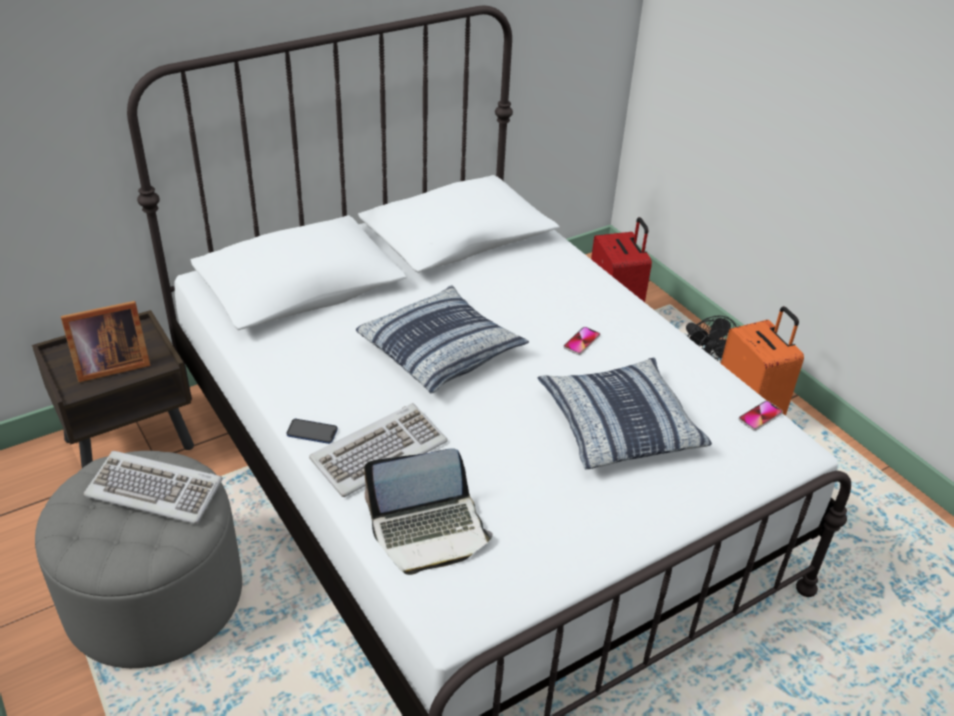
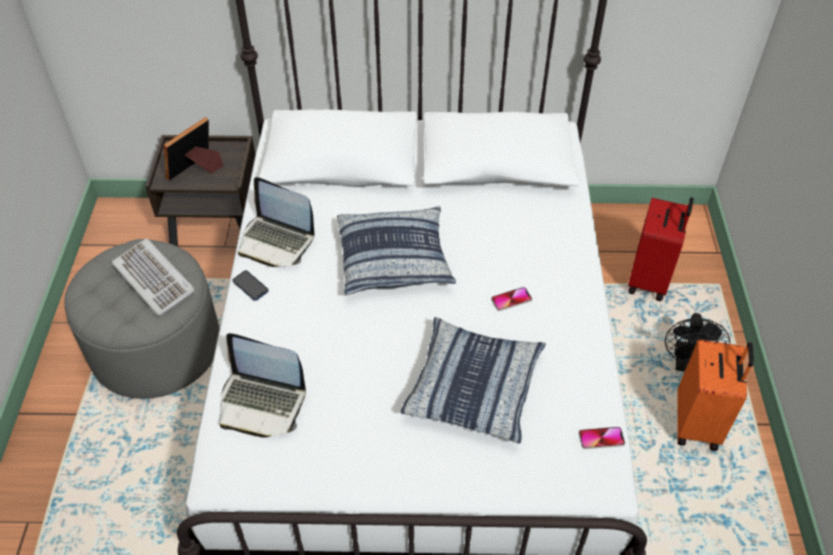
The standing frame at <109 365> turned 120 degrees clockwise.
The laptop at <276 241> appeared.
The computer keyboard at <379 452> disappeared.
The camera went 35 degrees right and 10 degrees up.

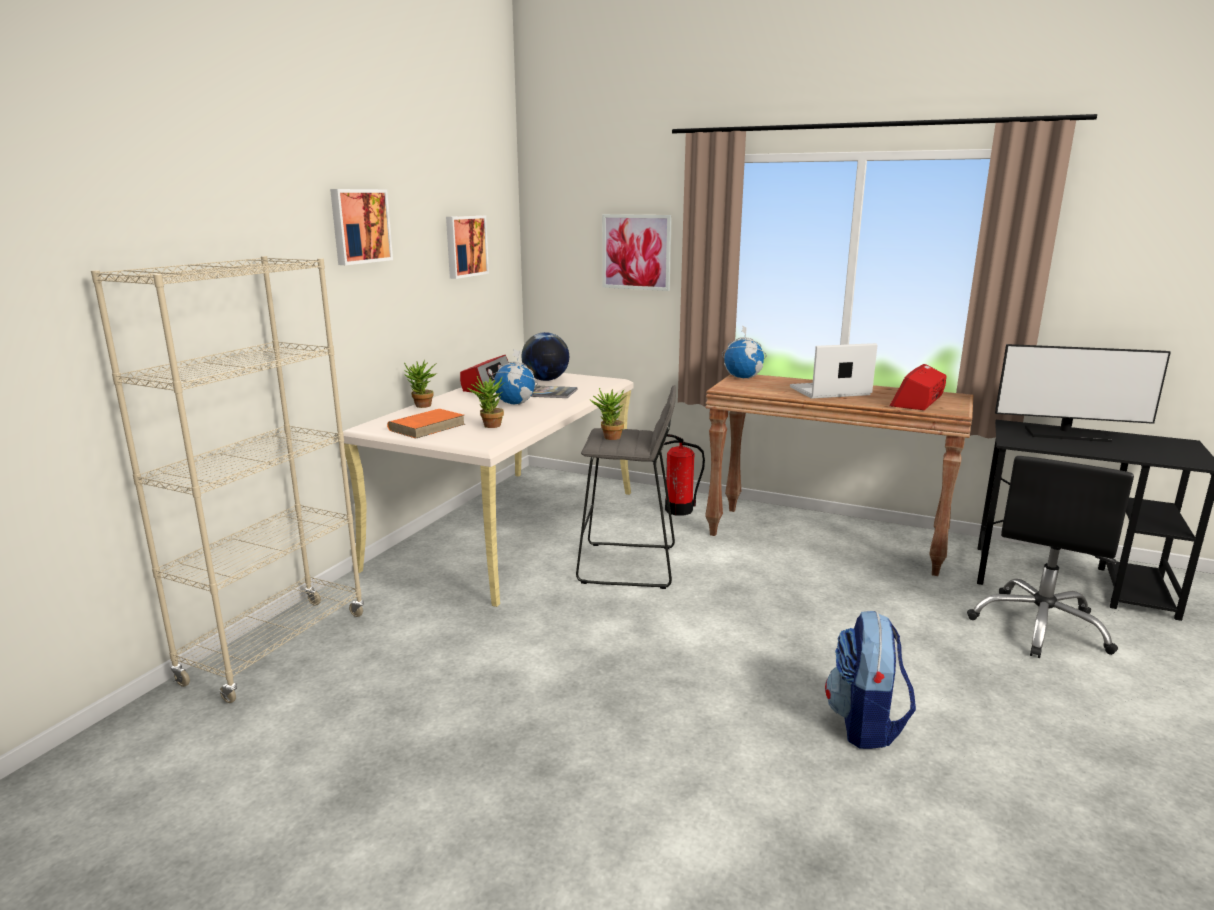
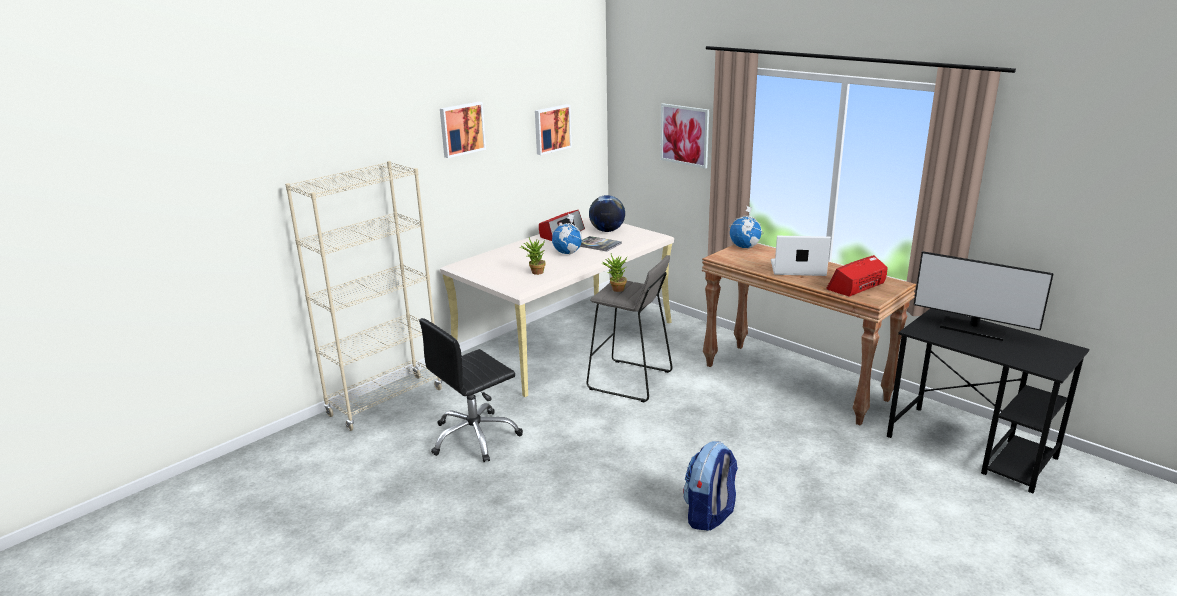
The black-coloured office chair moved from <1040 626> to <474 437>.
The orange bound book at <427 427> disappeared.
The houseplant at <422 406> disappeared.
The fire-fighting cylinder at <679 510> disappeared.
The camera went 20 degrees right and 5 degrees up.

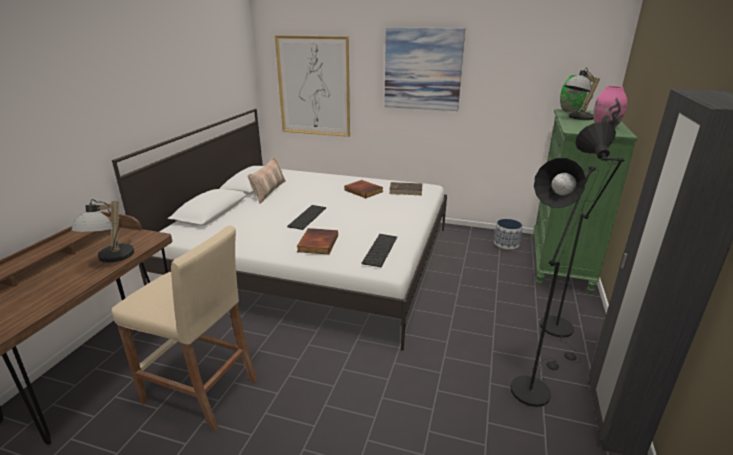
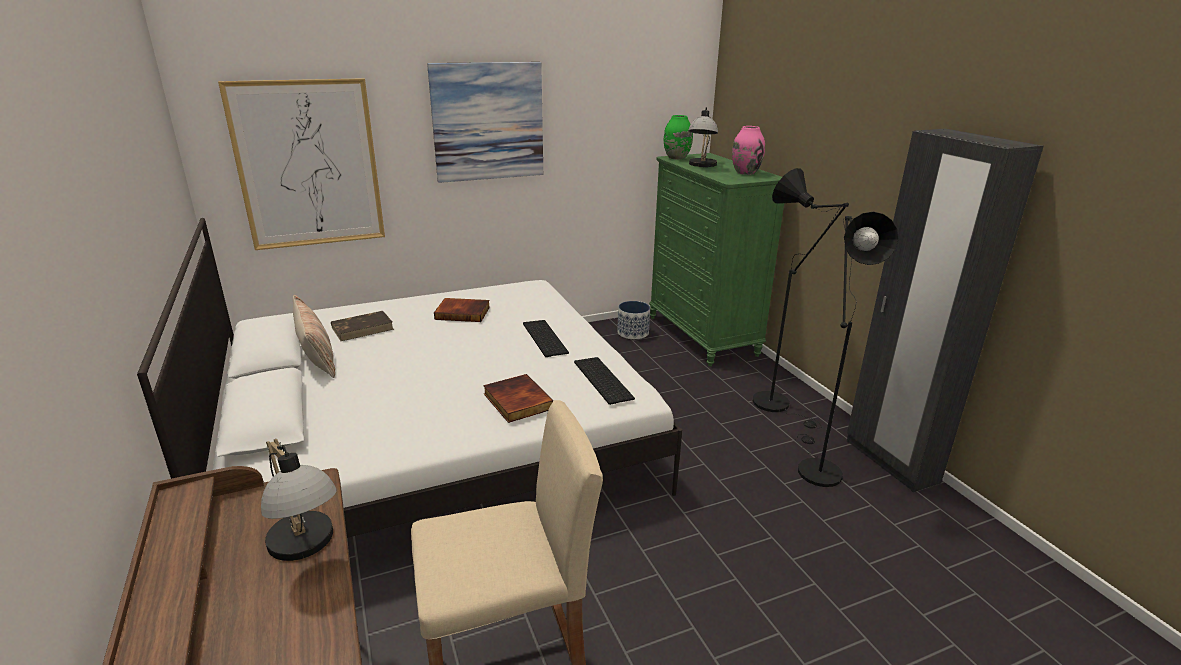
The brown-coloured bound book moved from <406 190> to <363 328>.
The computer keyboard moved from <307 216> to <543 338>.
The camera went 40 degrees left and 0 degrees up.

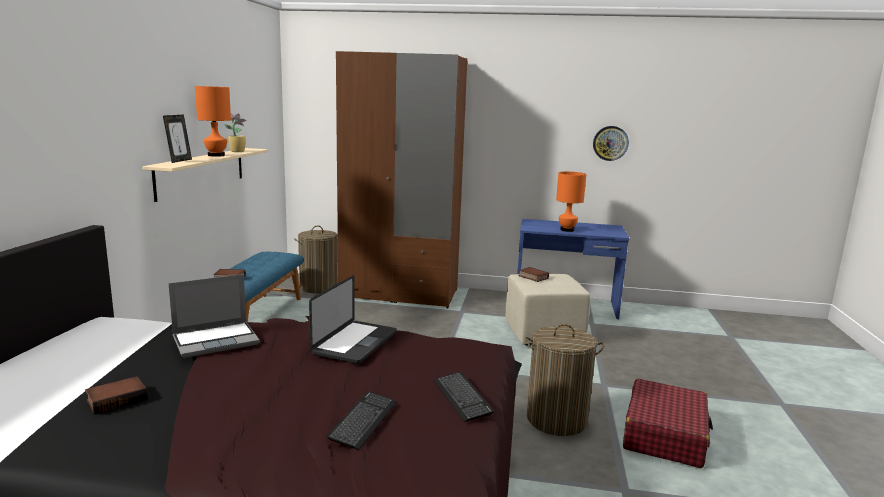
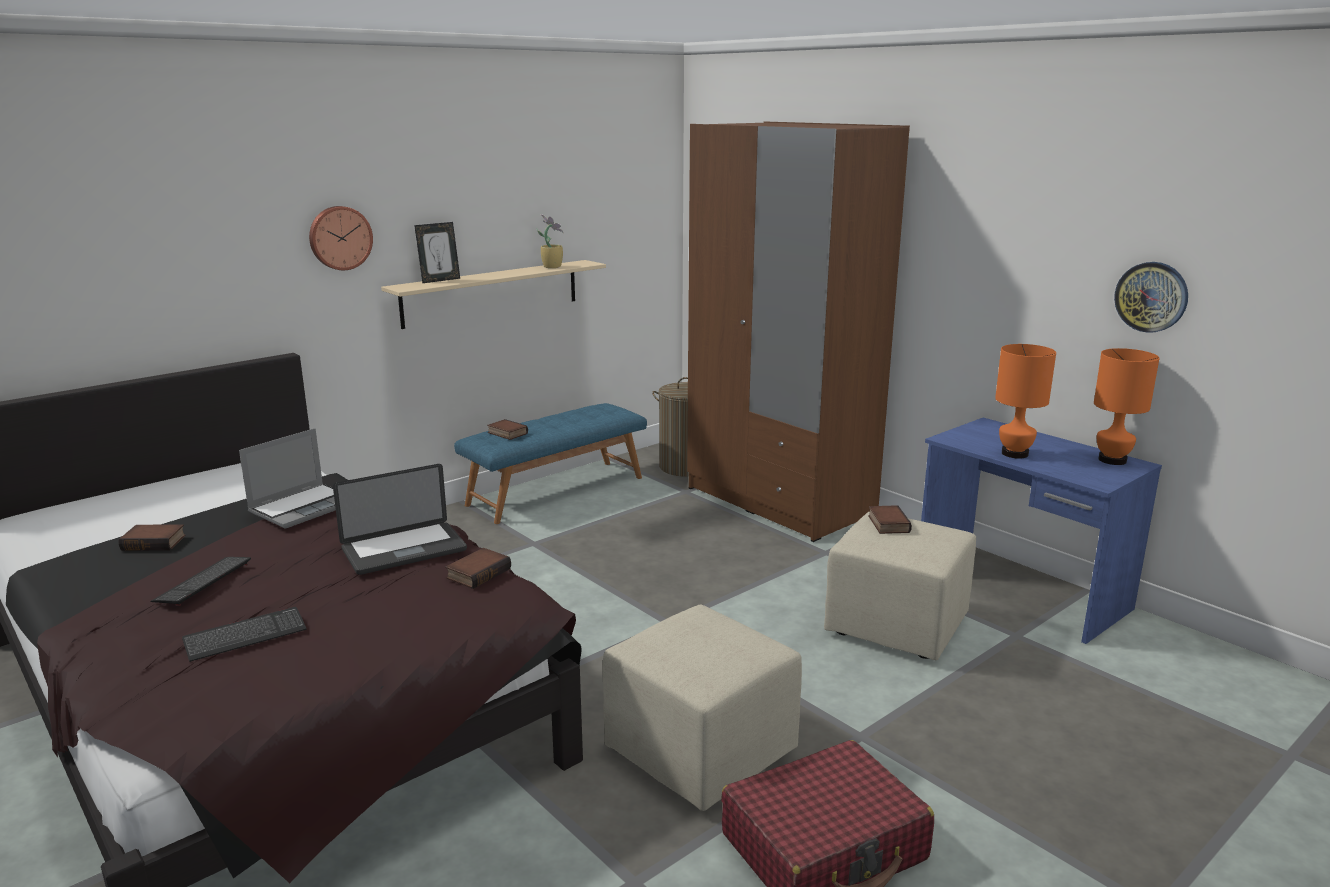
The computer keyboard moved from <462 397> to <203 582>.
The laptop at <216 340> turned 60 degrees counterclockwise.
The clock on the wall at <340 237> appeared.
The bound book at <478 573> appeared.
The hamper at <557 419> was replaced by the beige pouffe at <703 753>.
The orange table lamp moved from <216 155> to <1112 460>.
The camera went 40 degrees right and 5 degrees up.

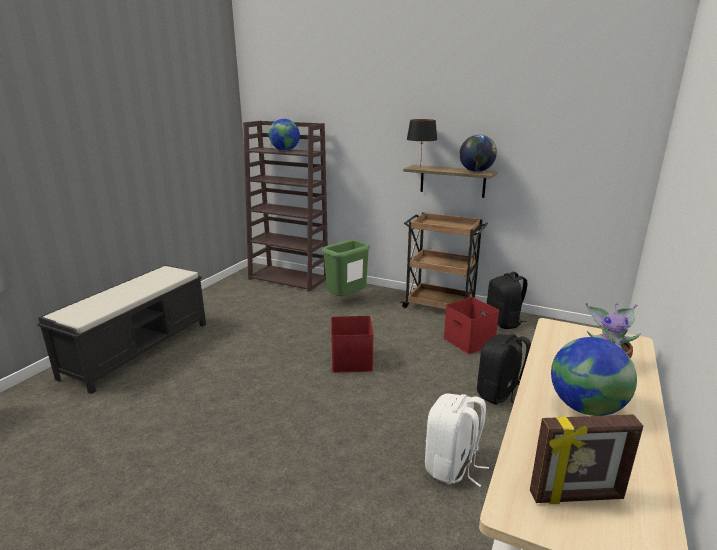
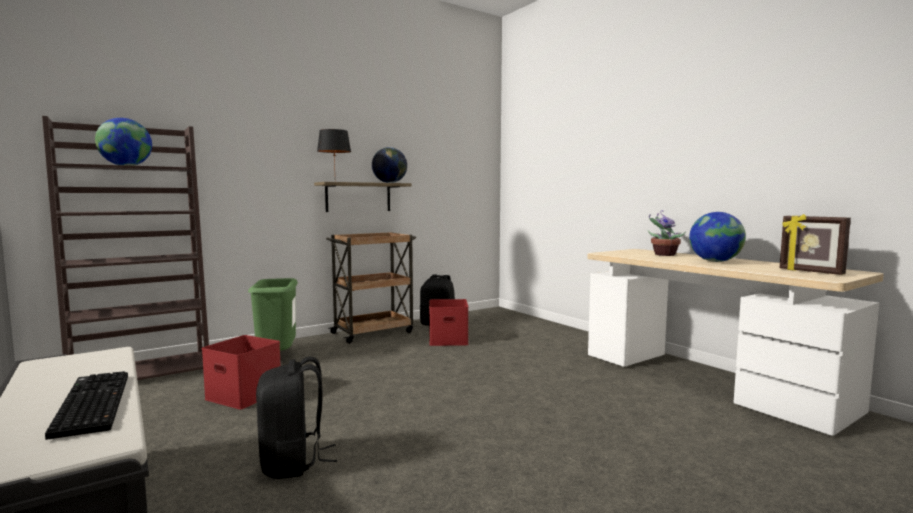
The computer keyboard at <90 404> appeared.
The red-coloured storage bin moved from <350 360> to <242 395>.
The black-coloured backpack moved from <500 394> to <293 462>.
The standing frame at <576 497> turned 120 degrees clockwise.
The whitish backpack at <452 467> disappeared.
The camera went 60 degrees left and 15 degrees down.

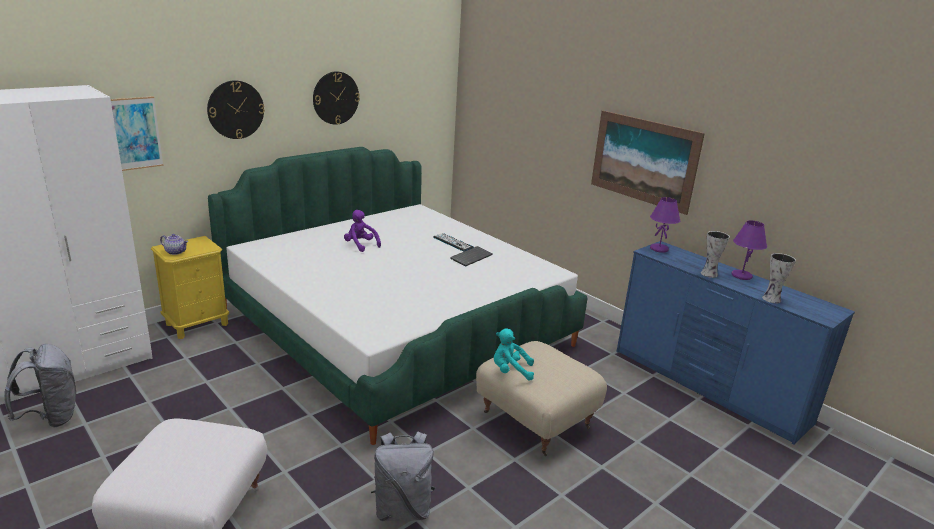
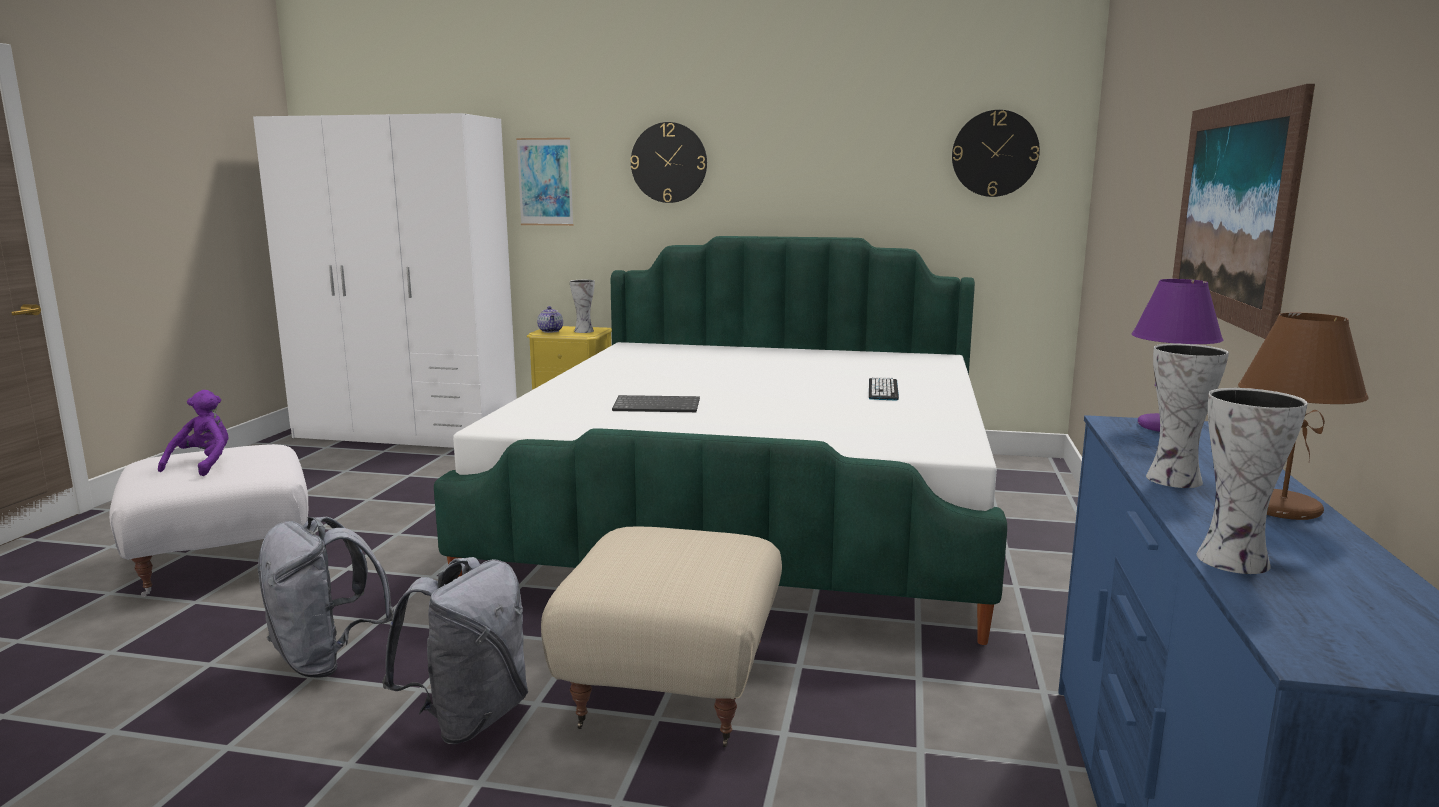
The purple-coloured cuddly toy moved from <360 245> to <203 465>.
The greyish backpack moved from <51 417> to <469 718>.
The decorative vase at <583 331> appeared.
The computer keyboard moved from <471 257> to <658 406>.
The clock on the wall moved from <335 98> to <995 153>.
The purple-coloured table lamp at <741 276> became the brown-coloured table lamp at <1282 508>.
The turquoise-coloured cuddly toy at <510 371> disappeared.
The camera went 55 degrees right and 10 degrees down.

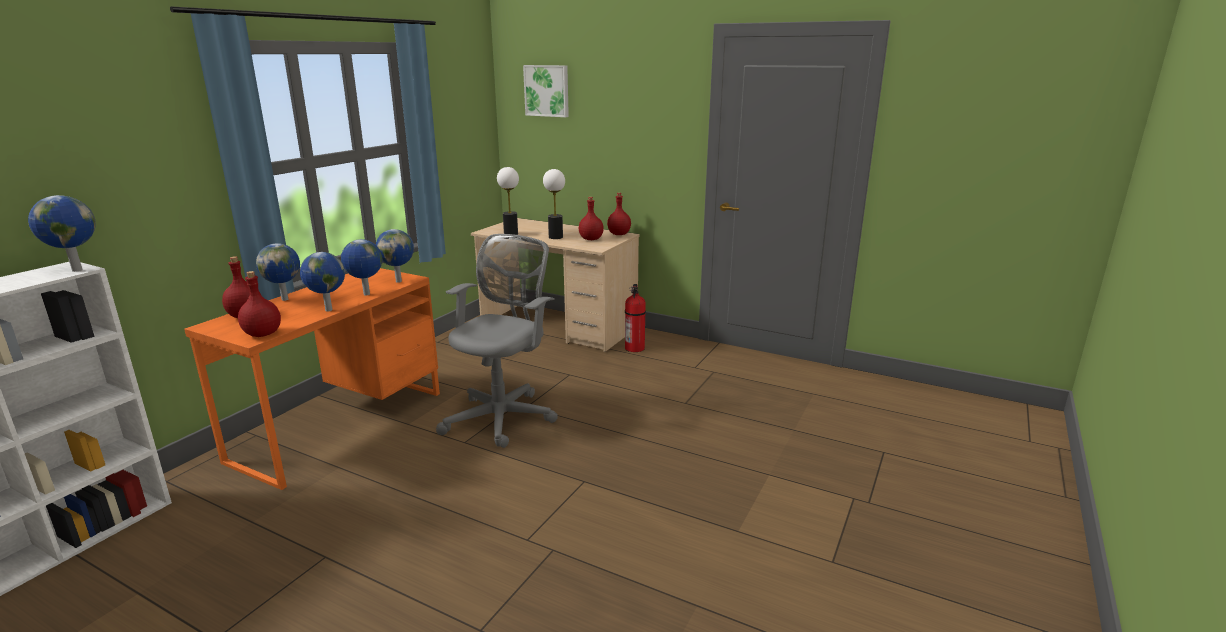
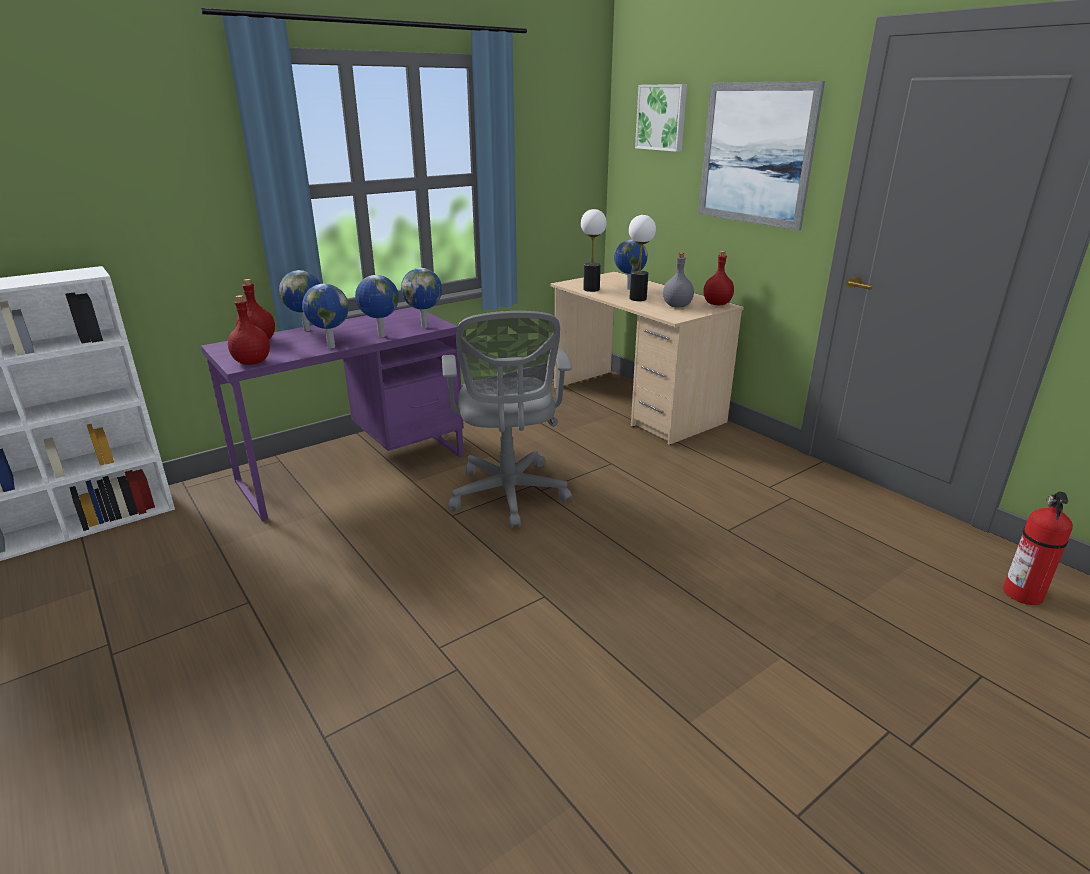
The orange desk at <341 425> became the purple-coloured desk at <354 468>.
The greyish office chair at <503 416> turned 120 degrees clockwise.
The globe moved from <76 270> to <628 288>.
The red-coloured bottle at <590 239> became the greyish bottle at <676 306>.
The wall art at <756 154> appeared.
The fire-fighting cylinder moved from <635 348> to <1023 594>.
The camera went 25 degrees right and 5 degrees up.

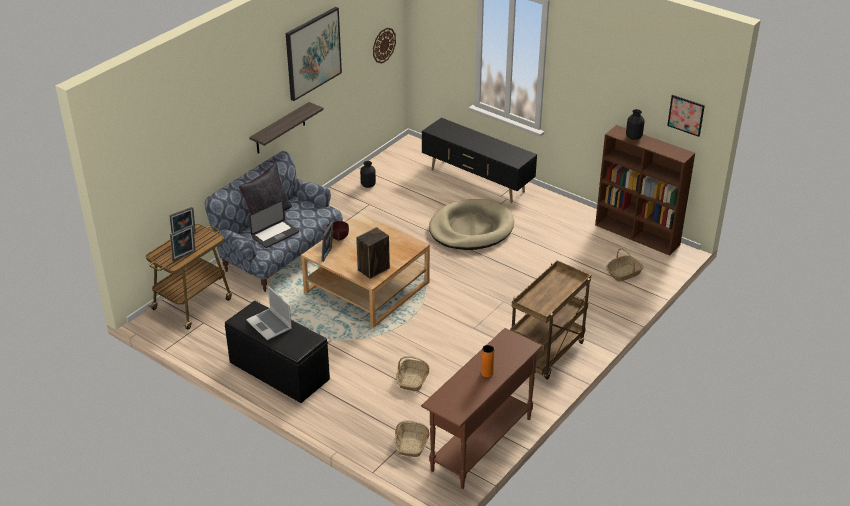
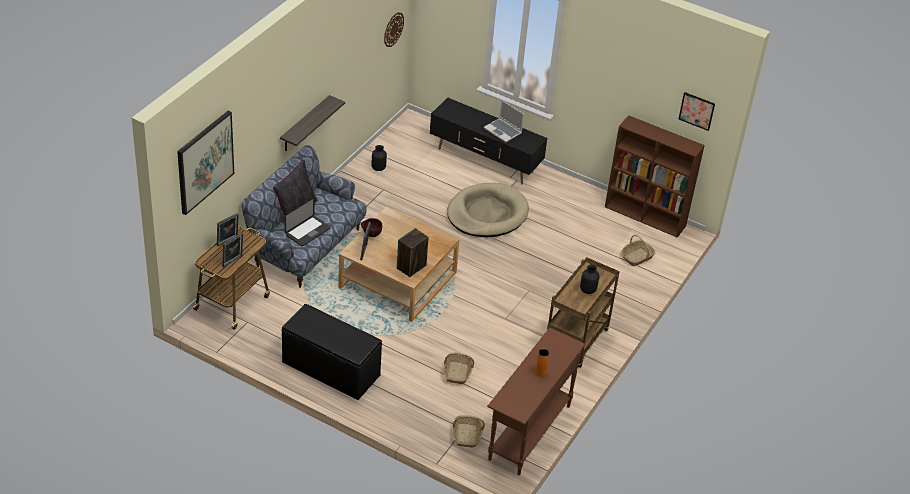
The wall art moved from <313 53> to <205 162>.
The laptop moved from <270 325> to <503 131>.
The black-coloured decorative vase moved from <634 137> to <588 290>.
The camera went 10 degrees left and 5 degrees up.

